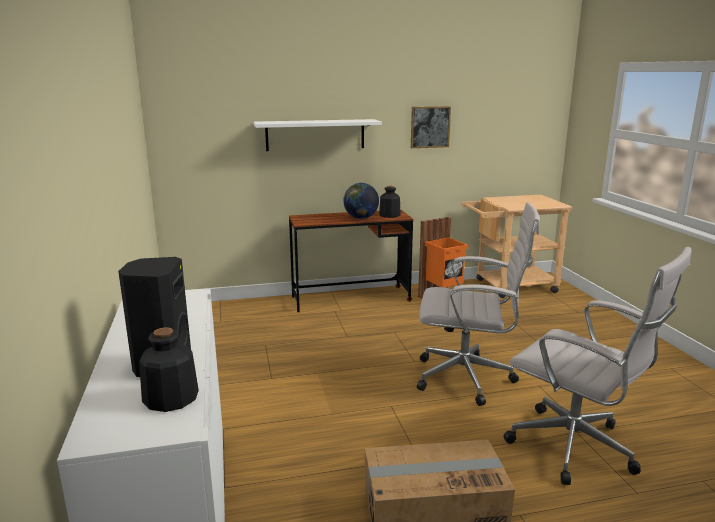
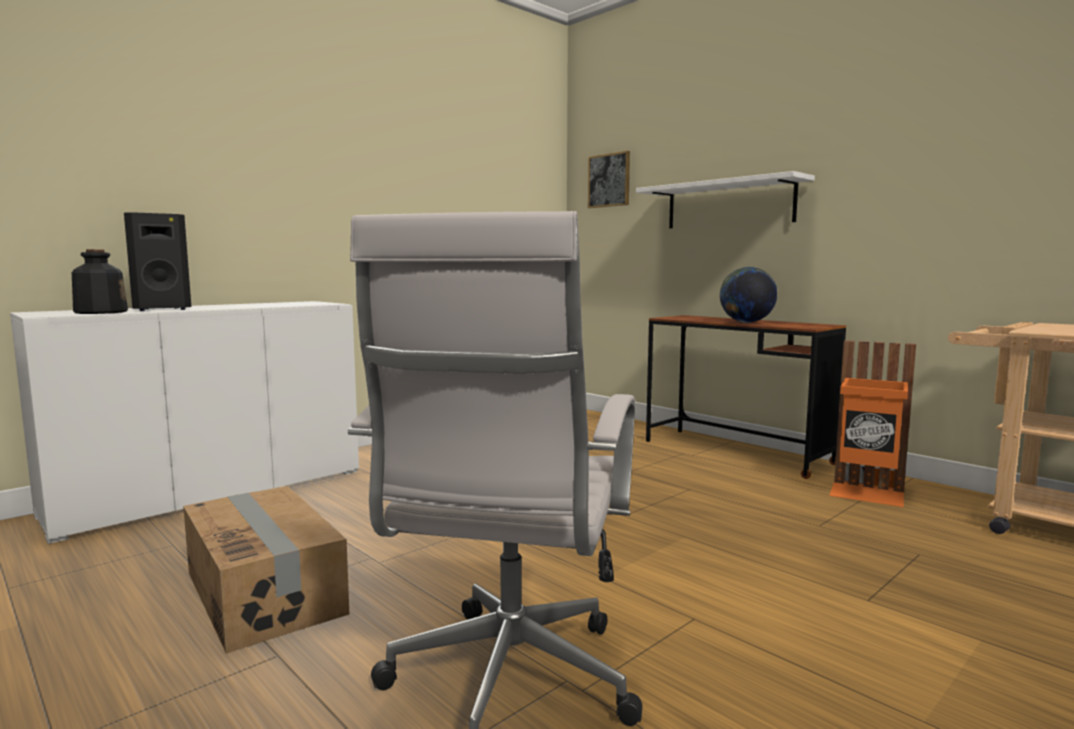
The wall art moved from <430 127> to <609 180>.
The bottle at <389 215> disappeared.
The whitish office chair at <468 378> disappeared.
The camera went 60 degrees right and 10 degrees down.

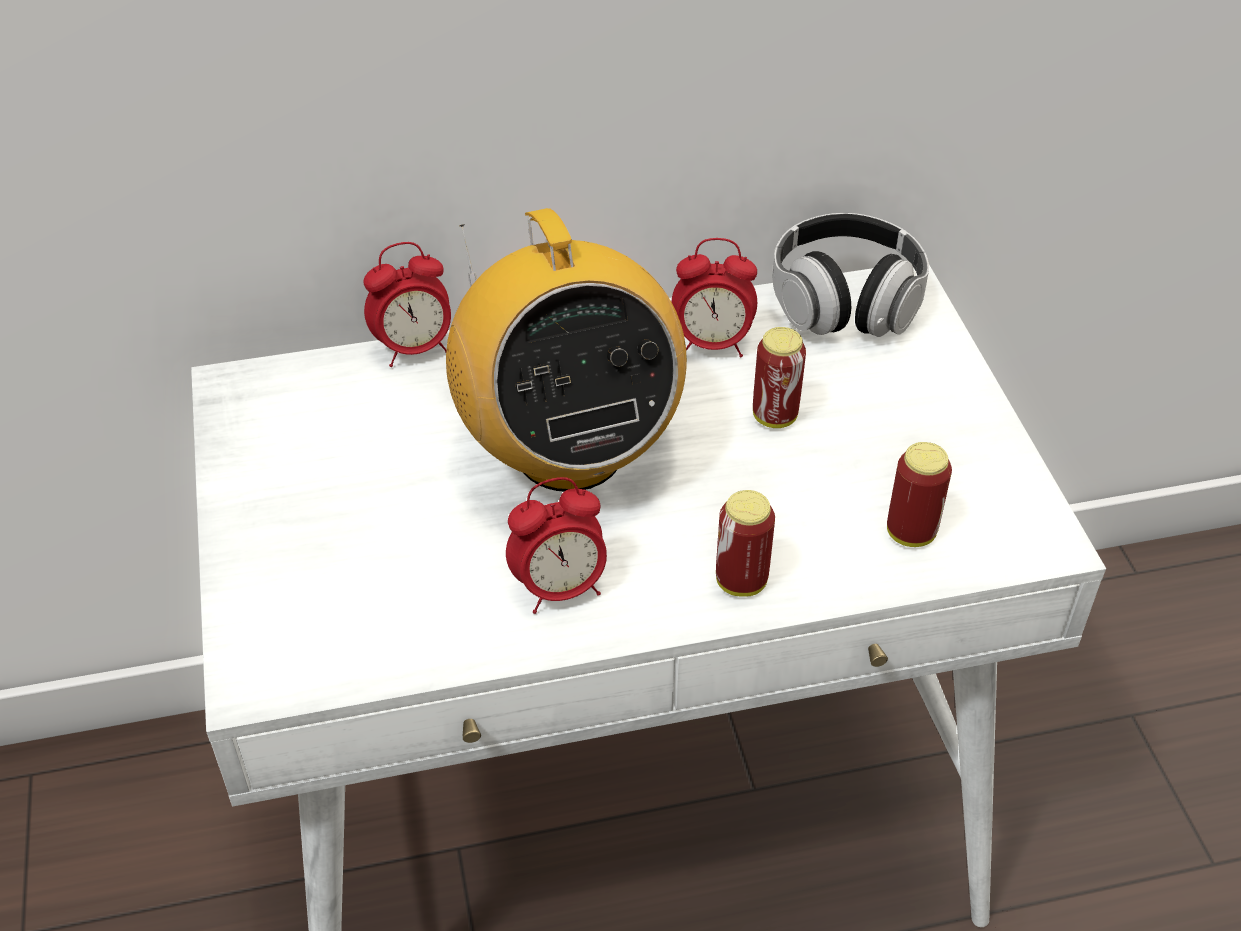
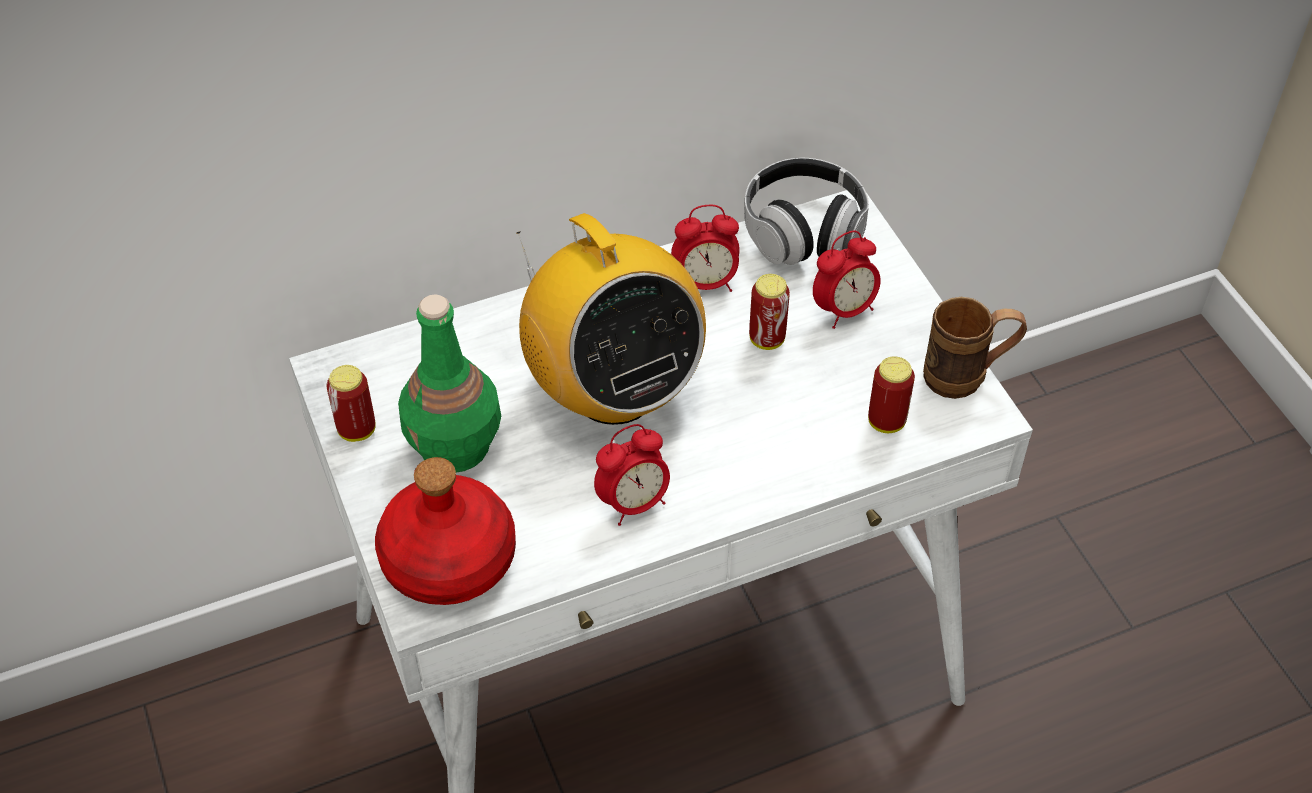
The sealed can moved from <741 581> to <357 430>.
The red-coloured bottle at <450 558> appeared.
The green bottle at <456 446> appeared.
The alarm clock moved from <414 349> to <844 310>.
The brown-coloured mug at <967 377> appeared.
The camera went 10 degrees left and 5 degrees up.

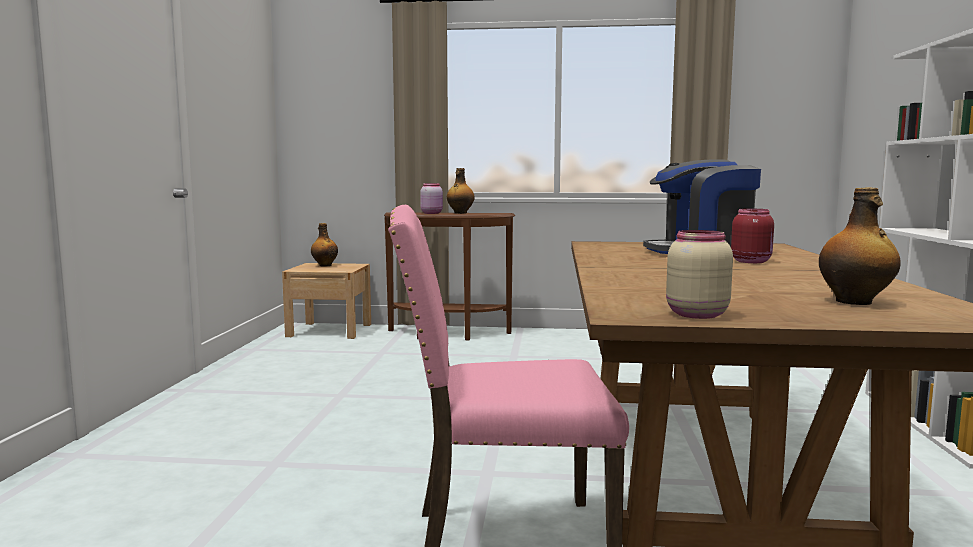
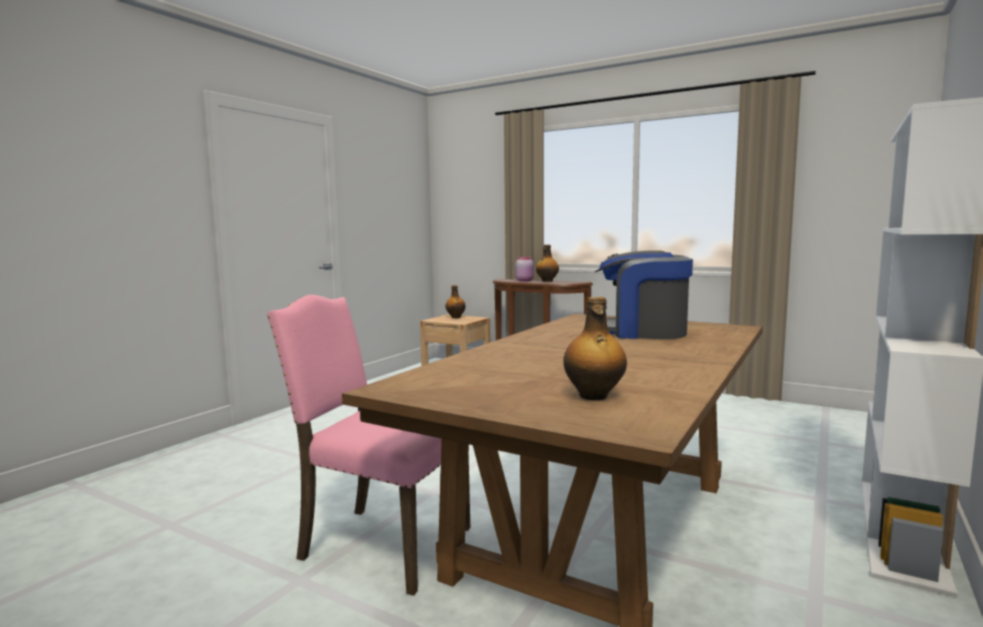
The beige storage jar at <695 314> disappeared.
The red-coloured storage jar at <751 261> disappeared.
The camera went 25 degrees right and 0 degrees up.

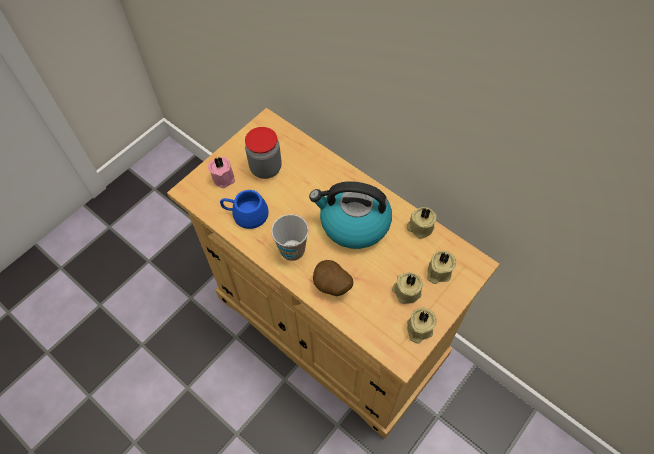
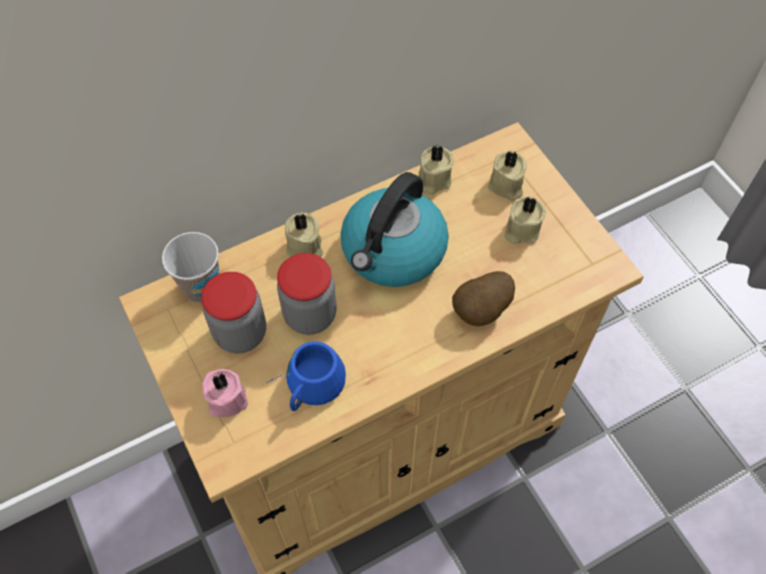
The cup moved from <292 250> to <202 288>.
The storage jar at <310 315> appeared.
The beige wax candle moved from <418 329> to <305 247>.
The camera went 70 degrees left and 0 degrees up.

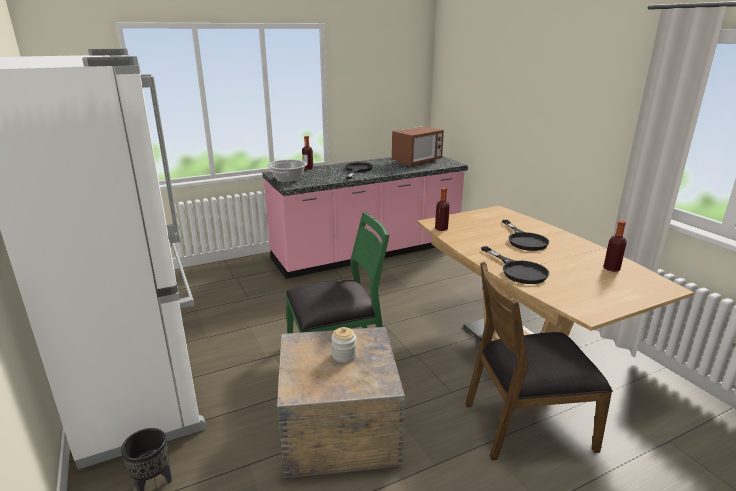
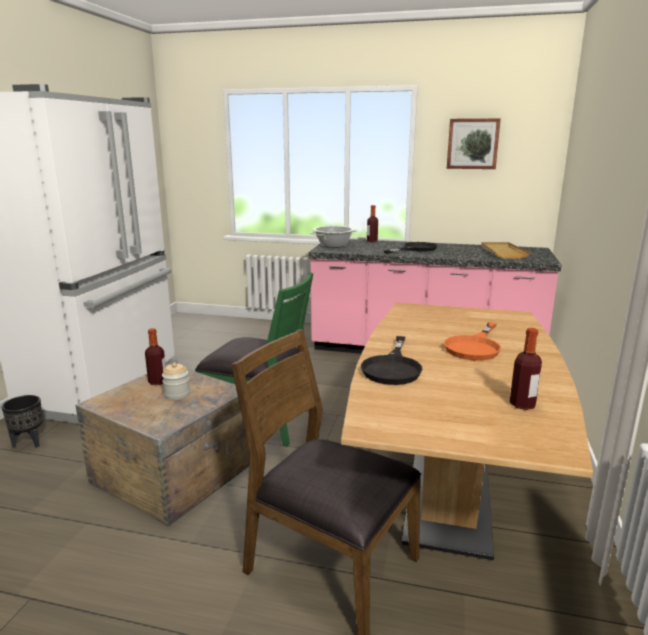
The bottle moved from <441 229> to <157 382>.
The black-coloured pan at <524 240> became the orange pan at <475 347>.
The wall art at <472 144> appeared.
The kitchen microwave at <417 161> was replaced by the beige tray at <502 252>.
The camera went 40 degrees right and 5 degrees down.

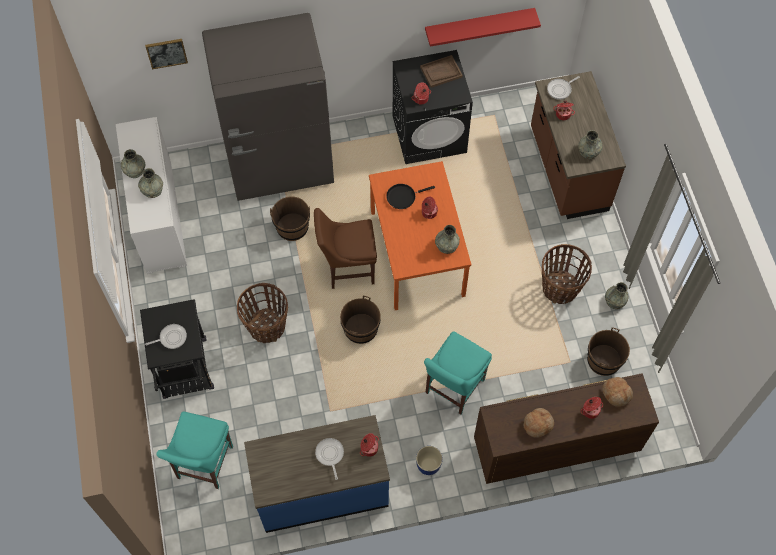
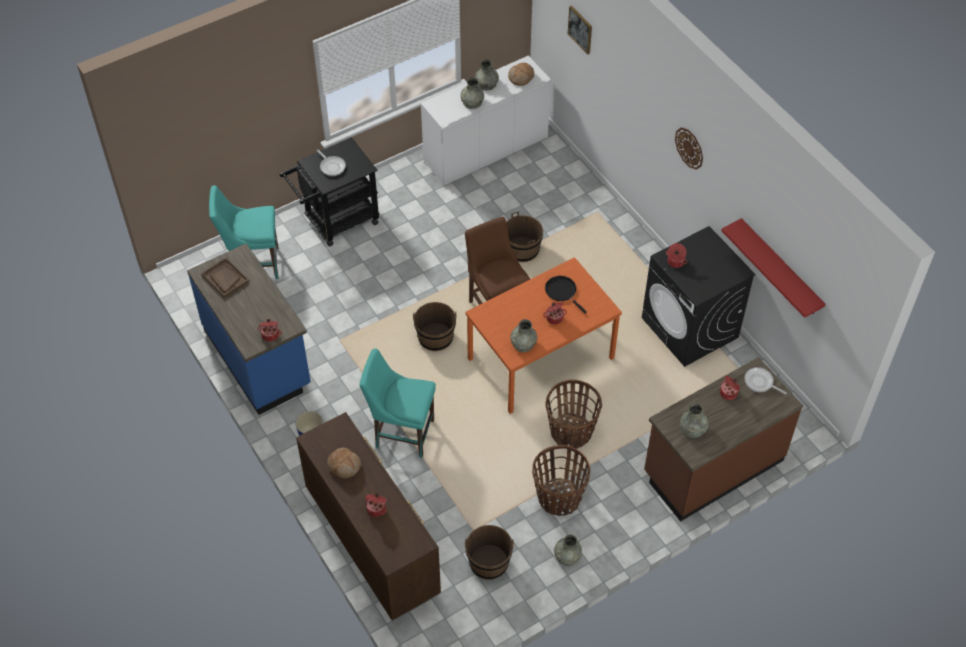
The brown-coloured tray moved from <441 72> to <225 278>.
The bakery bread moved from <616 393> to <521 77>.
The basket moved from <267 326> to <571 432>.
The clock on the wall at <689 148> appeared.
The greyish kitchen fridge at <280 164> disappeared.
The pan at <330 455> disappeared.
The camera went 70 degrees right and 10 degrees down.

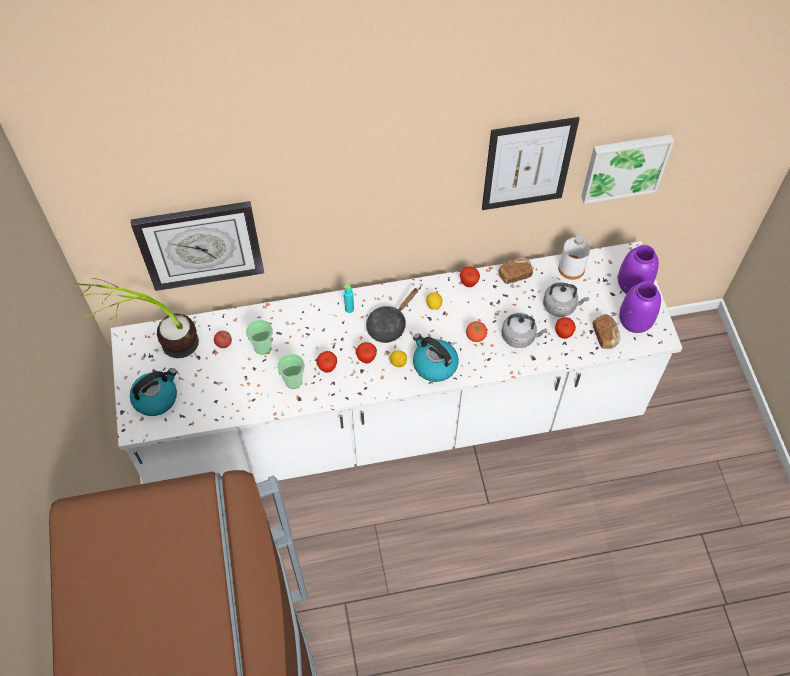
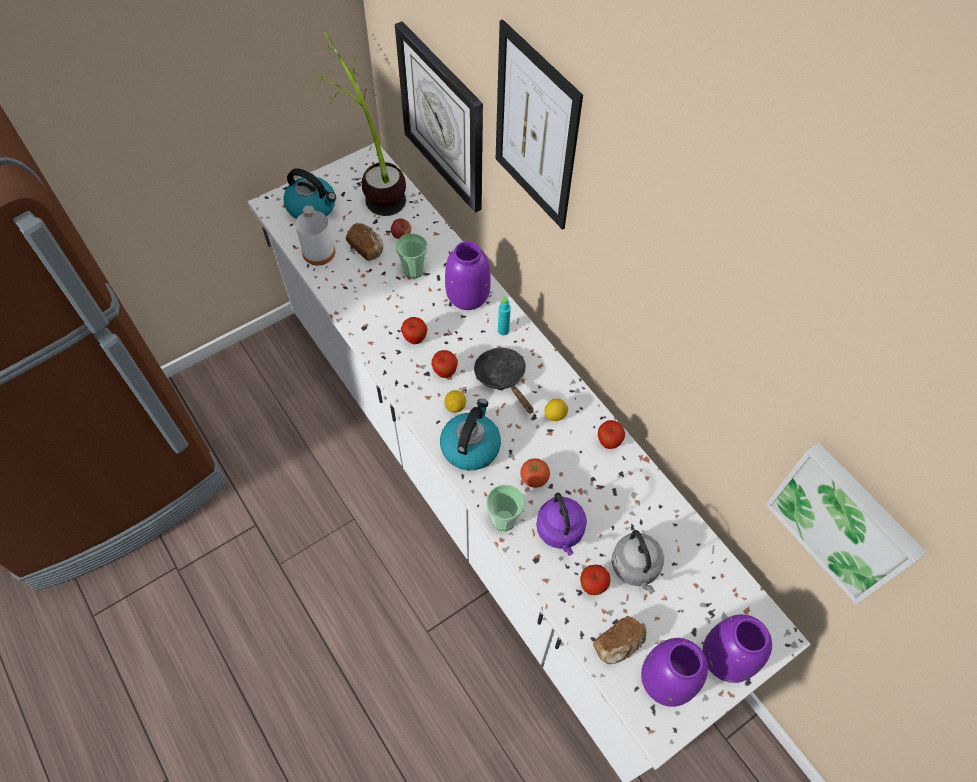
The whitish bottle moved from <571 268> to <319 252>.
The bakery bread moved from <514 274> to <367 247>.
The purple-coloured decorative vase at <468 297> appeared.
The black-coloured pan at <389 324> turned 45 degrees clockwise.
The cup moved from <293 381> to <504 519>.
The wall art moved from <527 164> to <535 129>.
The greyish tea kettle at <520 336> became the purple-coloured tea kettle at <560 531>.
The camera went 65 degrees right and 0 degrees up.

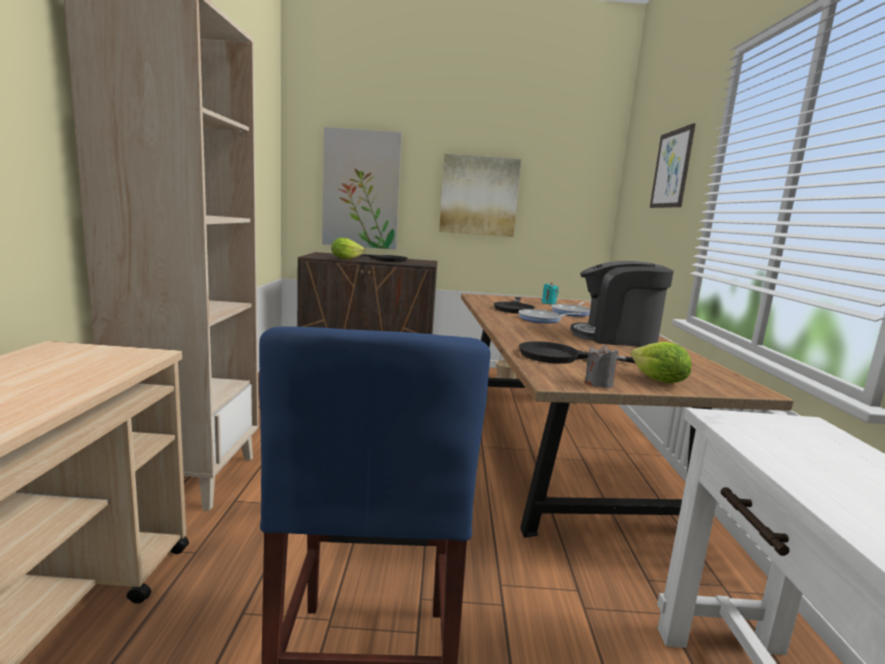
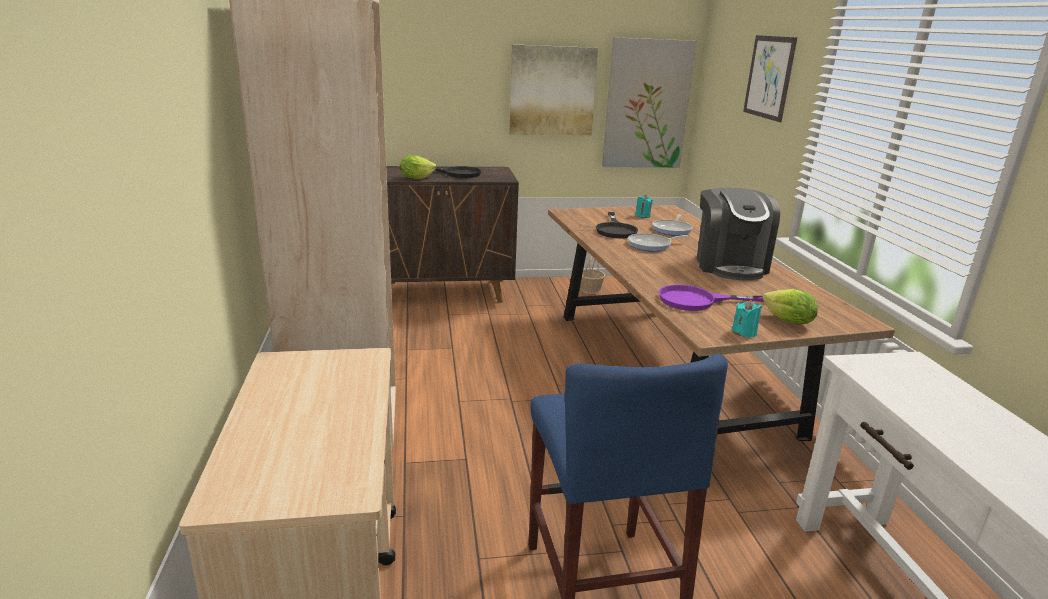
The wall art moved from <361 189> to <646 105>.
The black-coloured pan at <561 357> became the purple-coloured pan at <697 301>.
The coffee machine at <616 337> turned 90 degrees counterclockwise.
The greyish wax candle at <598 384> became the turquoise-coloured wax candle at <744 332>.
The camera went 10 degrees left and 10 degrees up.

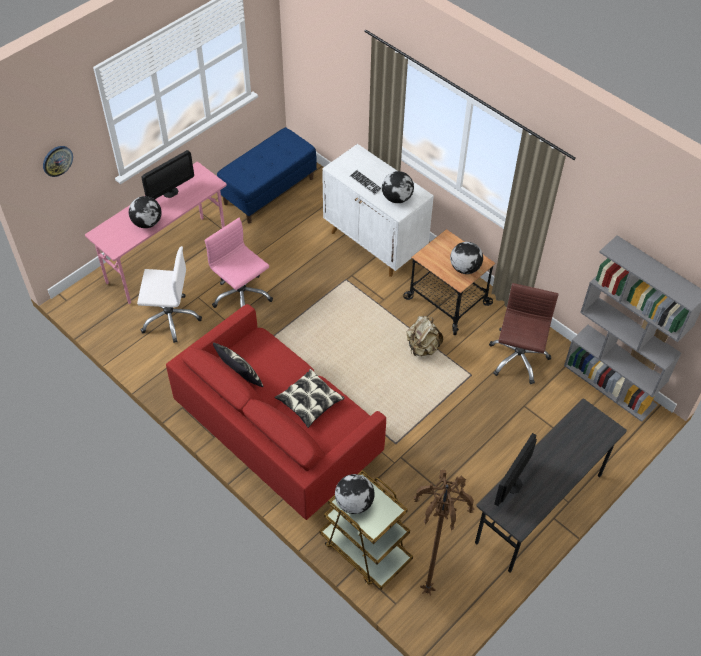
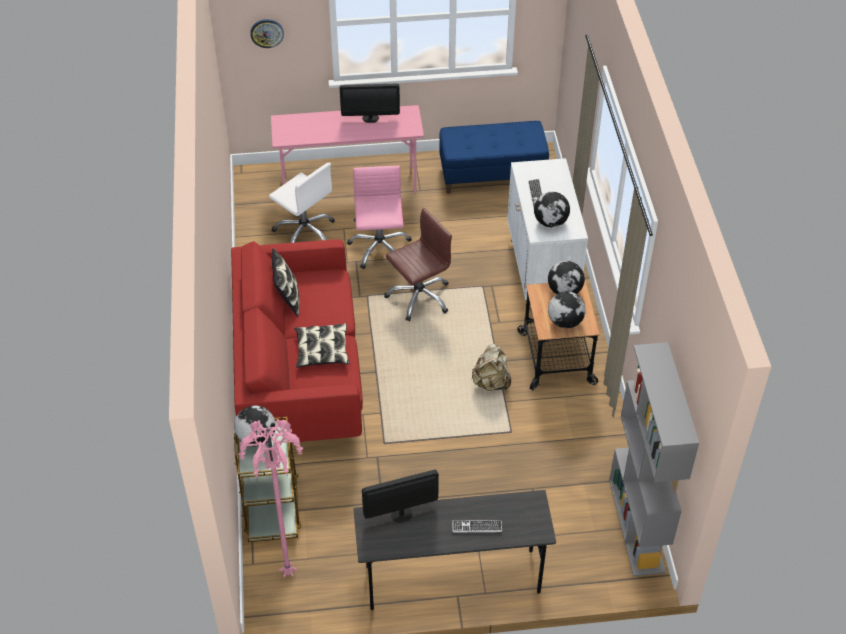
The brown-coloured standing lamp at <429 590> became the pink standing lamp at <289 574>.
The brown-coloured office chair moved from <517 358> to <419 297>.
The computer keyboard at <477 527> appeared.
The globe moved from <147 223> to <565 291>.
The camera went 40 degrees right and 5 degrees down.

